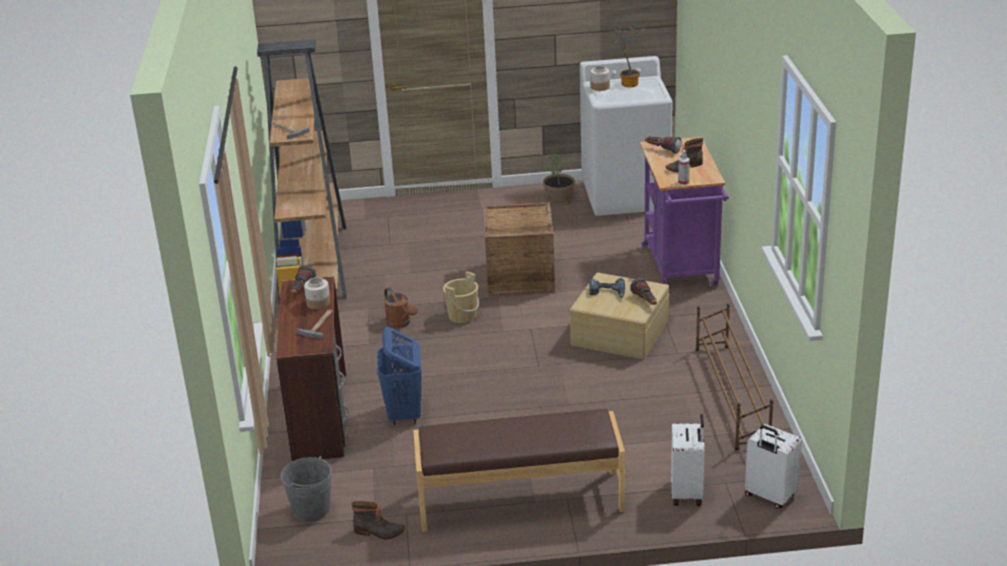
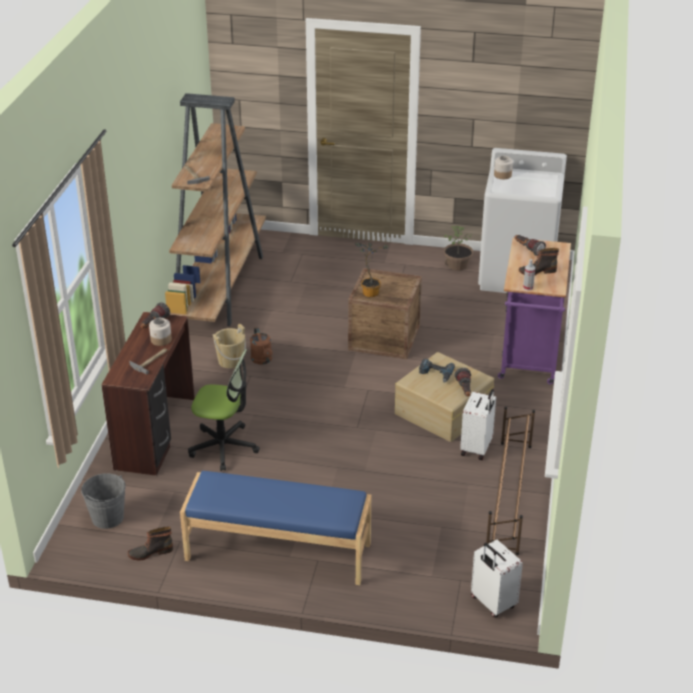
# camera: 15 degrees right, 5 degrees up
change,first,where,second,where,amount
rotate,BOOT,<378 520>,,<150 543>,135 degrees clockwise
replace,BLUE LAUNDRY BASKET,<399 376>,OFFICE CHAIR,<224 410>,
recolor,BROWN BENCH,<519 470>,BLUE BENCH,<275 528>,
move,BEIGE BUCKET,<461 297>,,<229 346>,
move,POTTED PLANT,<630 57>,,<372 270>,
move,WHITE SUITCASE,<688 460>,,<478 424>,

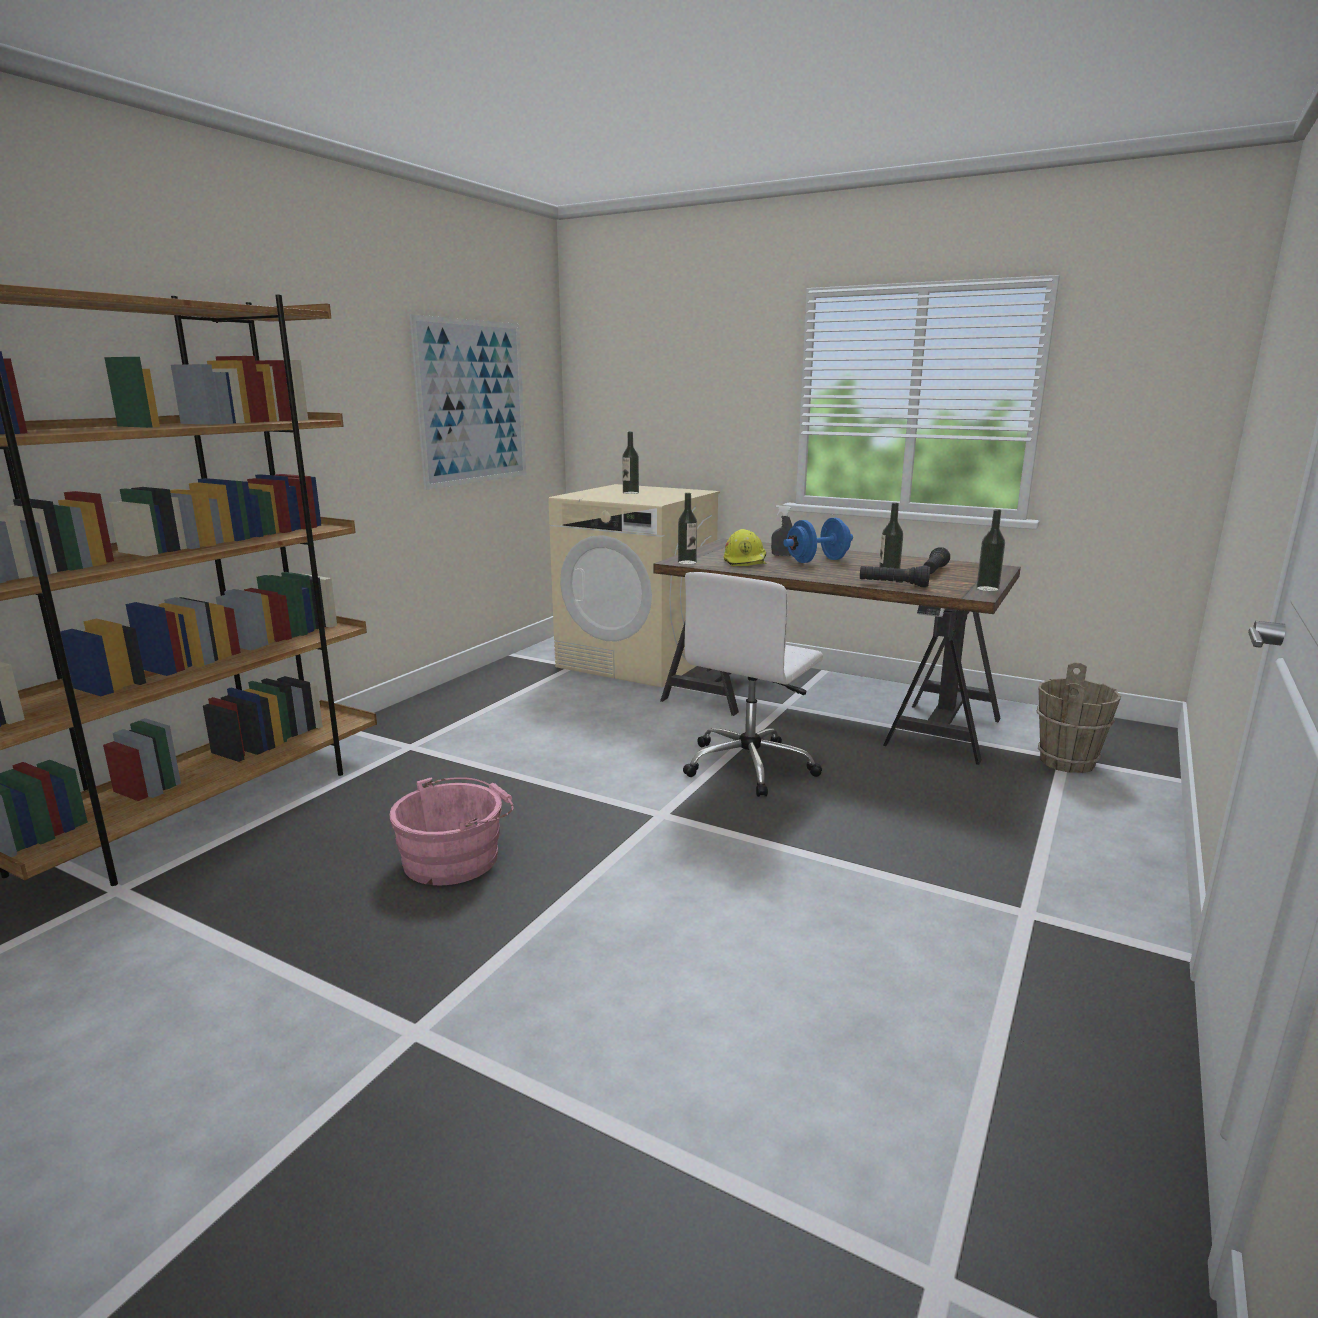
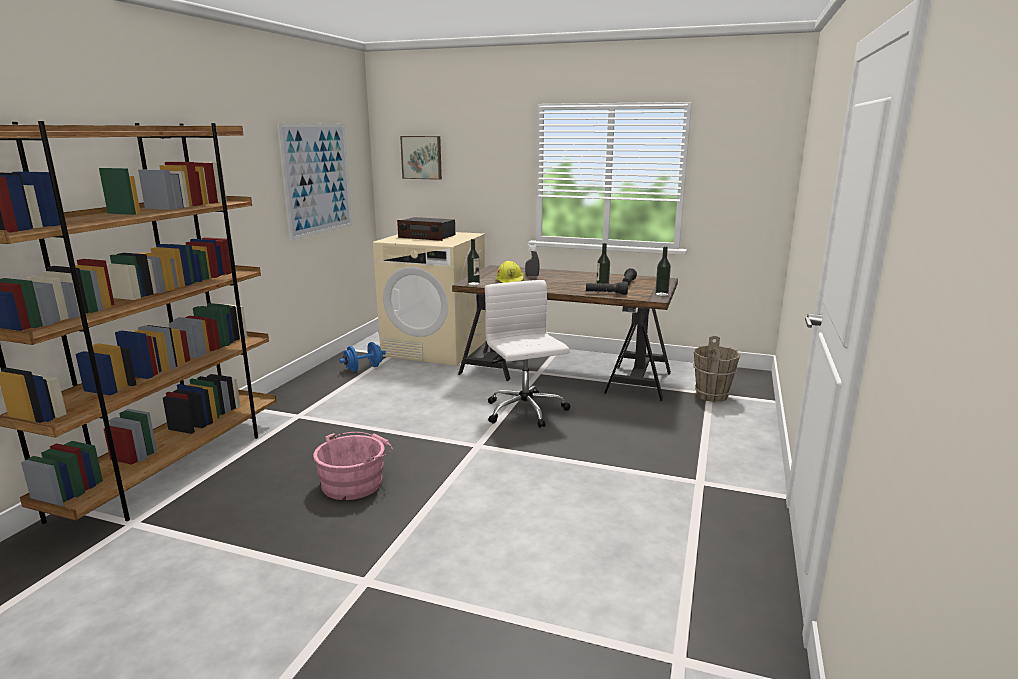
# camera: 10 degrees left, 0 degrees up
change,first,where,second,where,amount
replace,BOTTLE,<630 463>,RADIO,<426 229>,
rotate,WHITE OFFICE CHAIR,<753 684>,,<528 354>,135 degrees clockwise
move,BLUE DUMBBELL,<818 540>,,<362 357>,
insert,,,PICTURE,<421 158>,

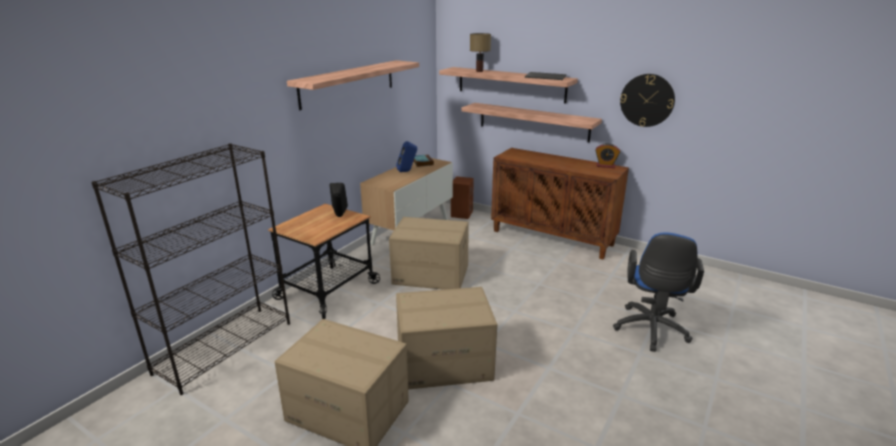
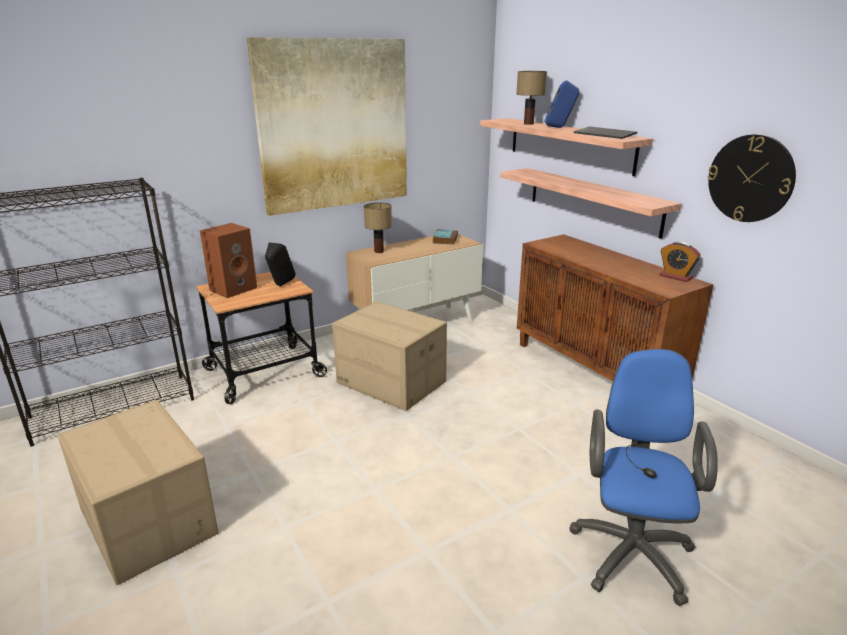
# camera: 25 degrees right, 0 degrees up
change,first,where,second,where,amount
replace,SHELF,<353 85>,PICTURE,<326 126>,
move,BLUE SPEAKER,<406 156>,,<562 104>,
delete,CARDBOARD BOX,<446 338>,,,
move,BROWN SPEAKER,<462 197>,,<228 260>,
rotate,BLUE OFFICE CHAIR,<658 292>,,<643 477>,150 degrees clockwise
insert,,,TABLE LAMP,<378 228>,

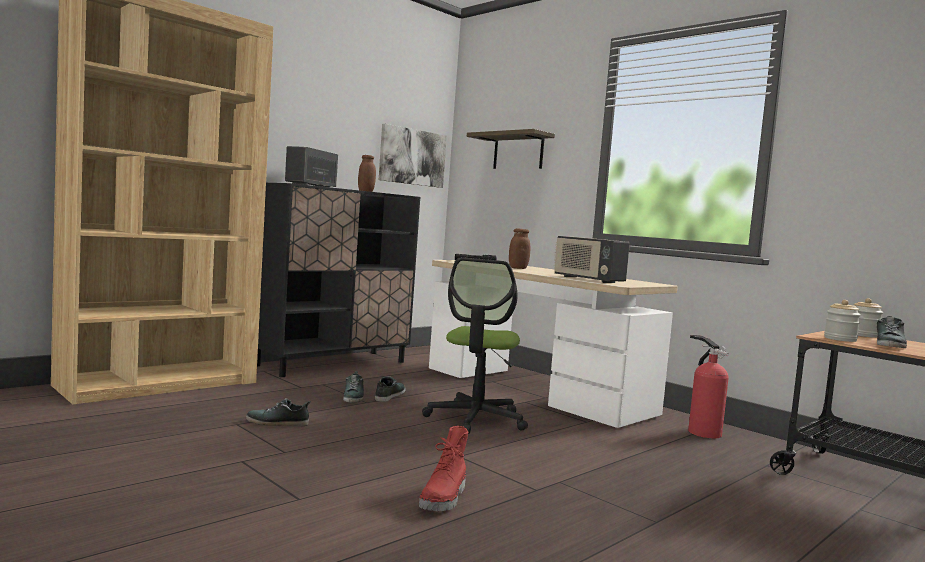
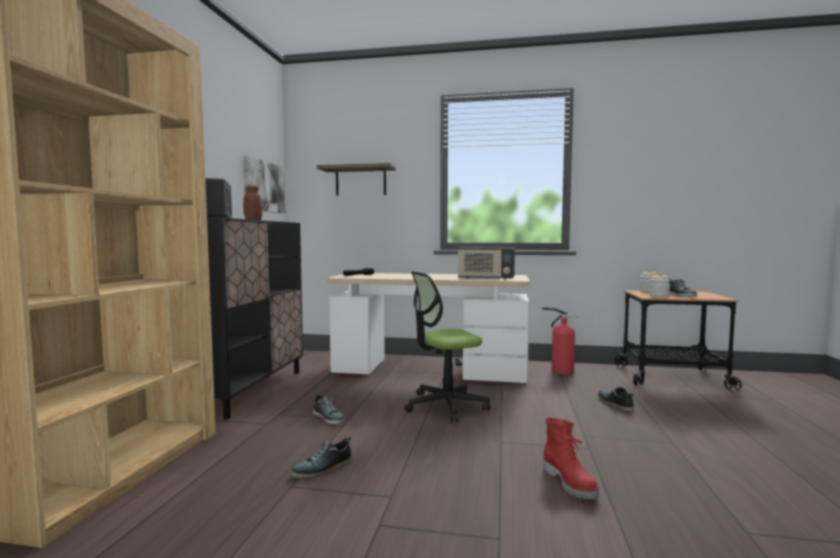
# camera: 35 degrees left, 0 degrees up
change,first,where,second,where,amount
move,SHOE,<390 389>,,<616 399>,
rotate,OFFICE CHAIR,<475 345>,,<447 347>,90 degrees clockwise
delete,BROWN JAR,<519 248>,,,

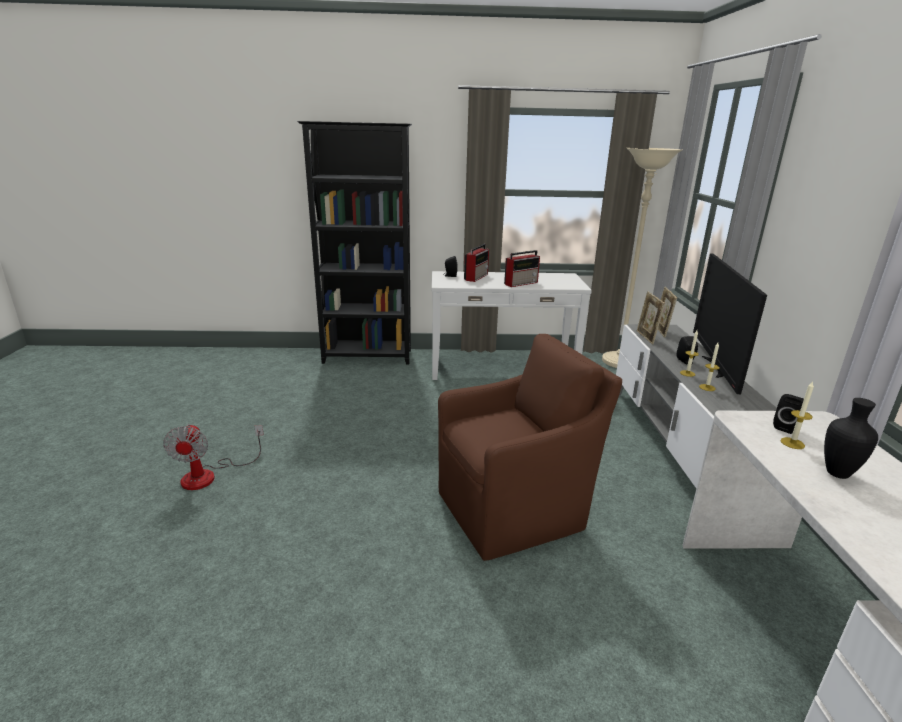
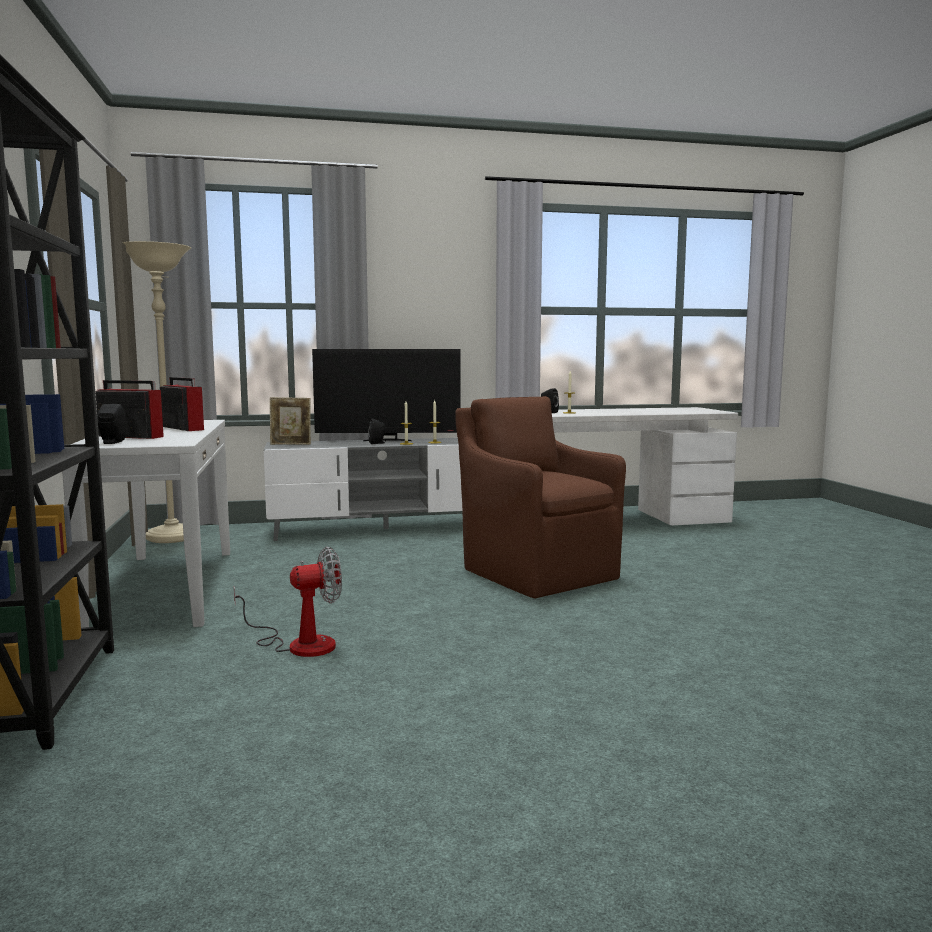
# camera: 100 degrees left, 15 degrees down
change,first,where,second,where,amount
move,FAN,<213 457>,,<288 602>,
delete,PICTURE FRAME,<651 317>,,,
delete,BLACK VASE,<851 438>,,,

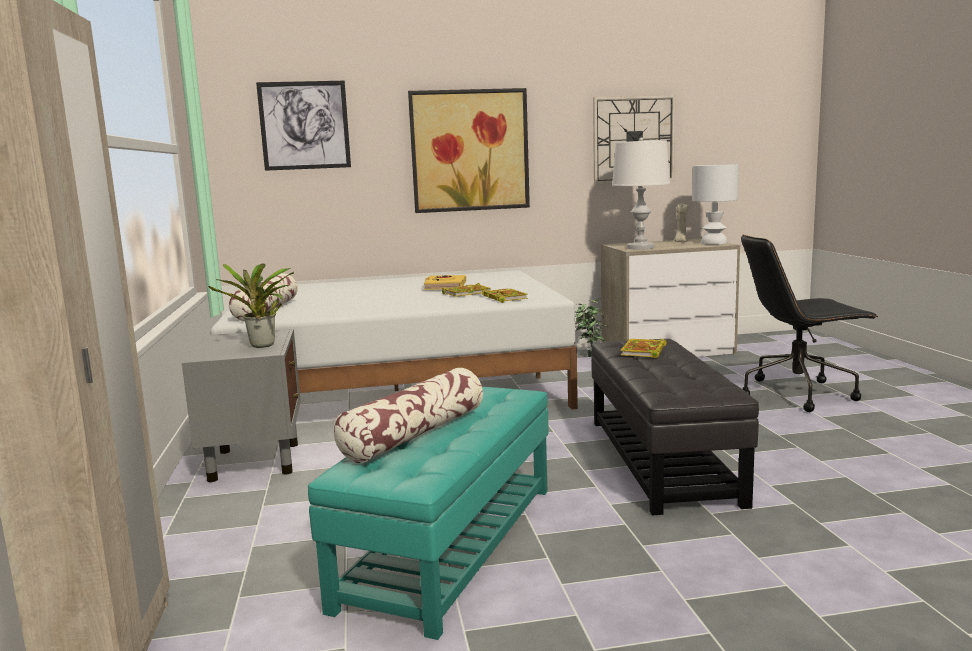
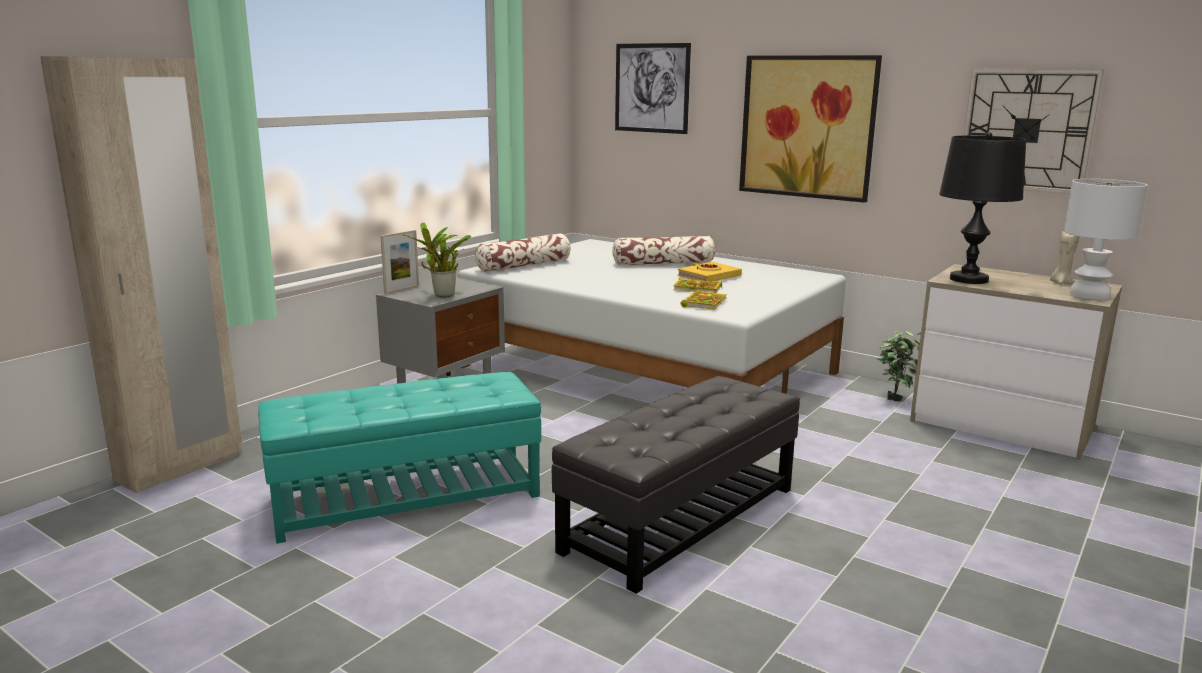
# camera: 45 degrees right, 5 degrees up
change,first,where,second,where,amount
move,PILLOW,<408 415>,,<663 250>,
recolor,WHITE TABLE LAMP,<641 193>,BLACK TABLE LAMP,<982 208>,
delete,BOOK,<643 348>,,,
delete,BLACK OFFICE CHAIR,<809 323>,,,
insert,,,PICTURE FRAME,<399 262>,

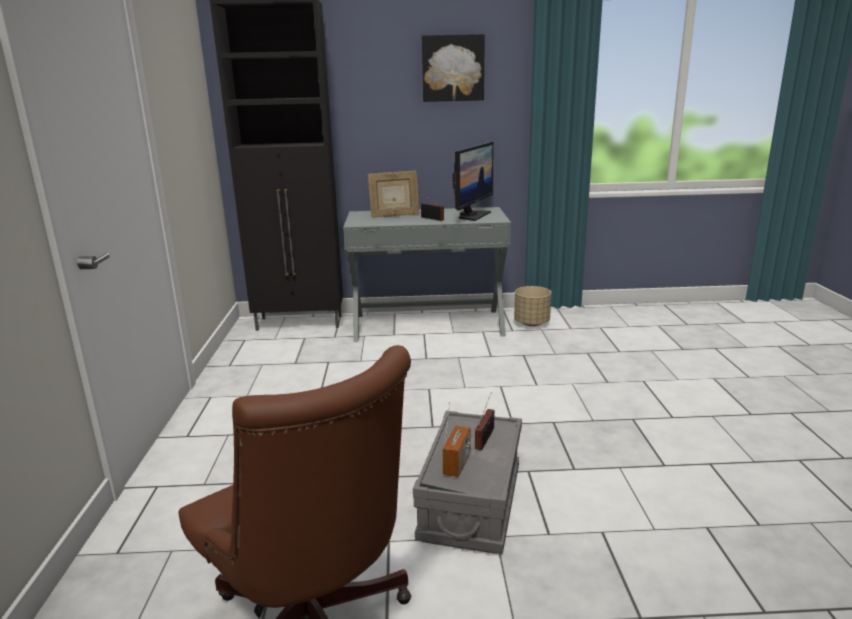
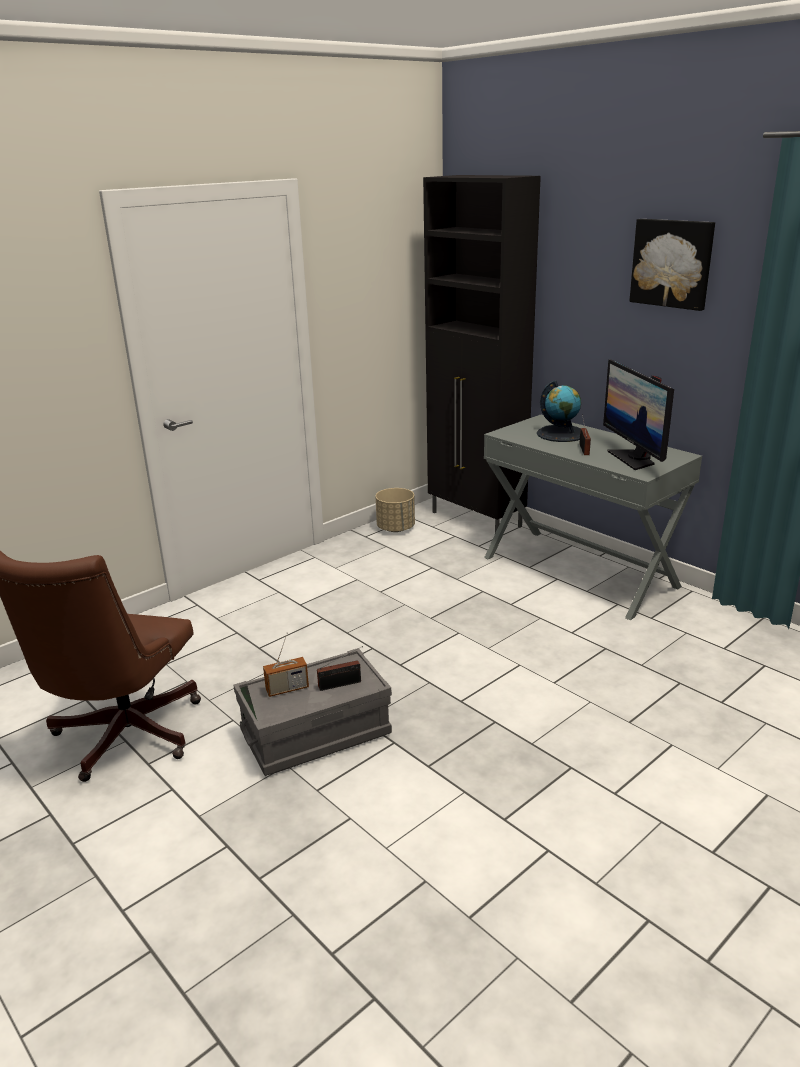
# camera: 50 degrees right, 5 degrees up
change,first,where,second,where,amount
replace,PICTURE FRAME,<394 194>,GLOBE,<559 411>,
rotate,MONITOR,<473 181>,,<638 414>,90 degrees clockwise
move,BEIGE PLANTER,<532 306>,,<395 510>,

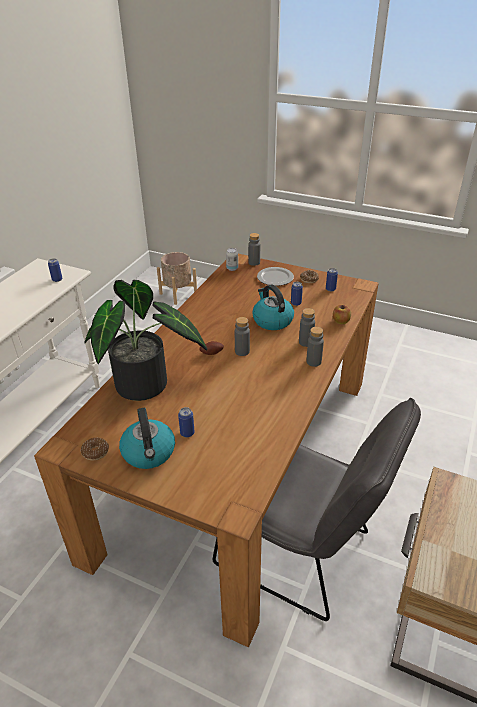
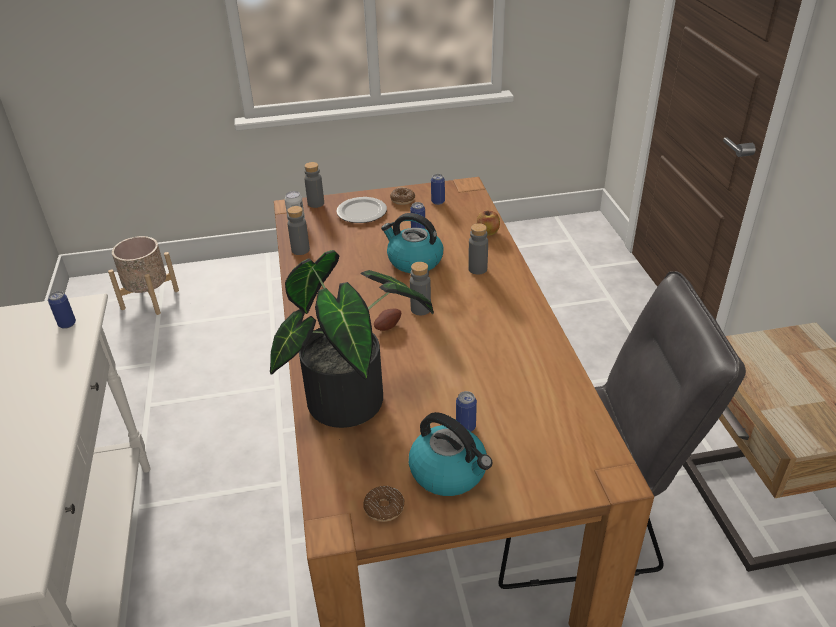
# camera: 35 degrees left, 0 degrees up
change,first,where,second,where,amount
move,GREY BOTTLE,<315 347>,,<298 230>,

